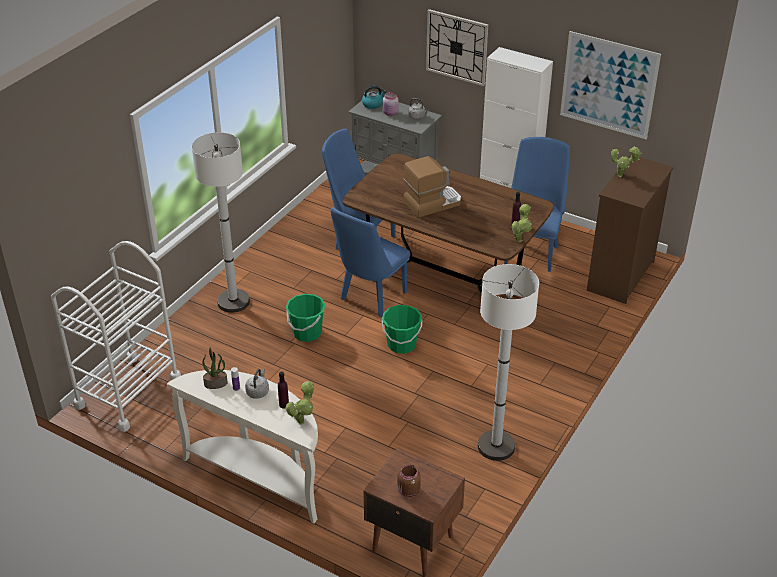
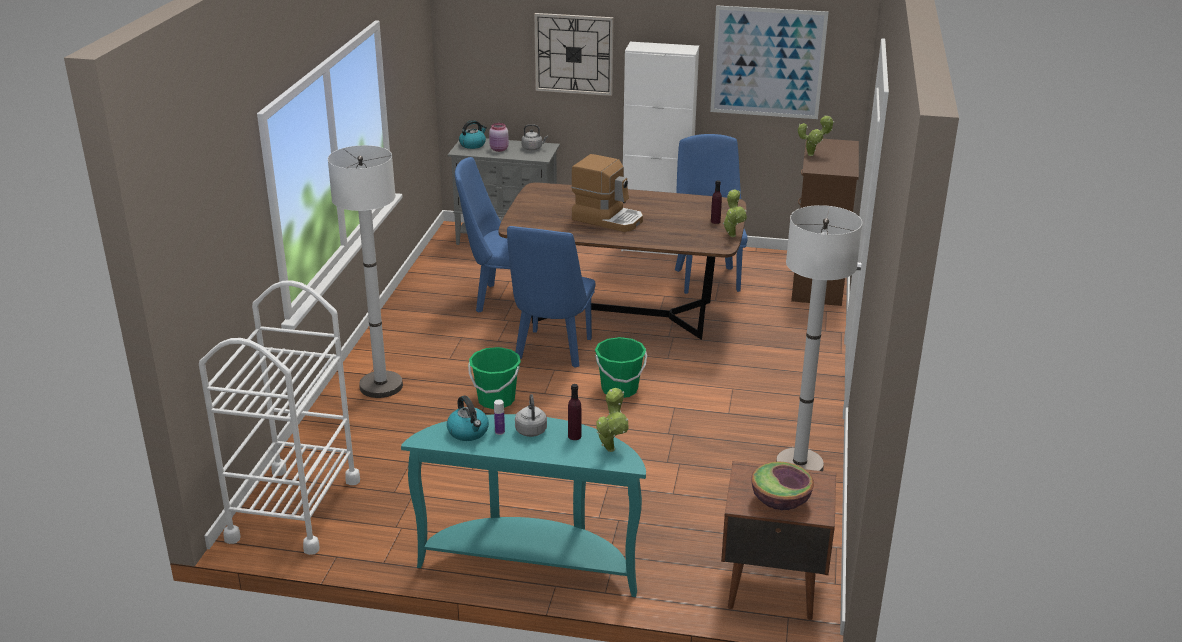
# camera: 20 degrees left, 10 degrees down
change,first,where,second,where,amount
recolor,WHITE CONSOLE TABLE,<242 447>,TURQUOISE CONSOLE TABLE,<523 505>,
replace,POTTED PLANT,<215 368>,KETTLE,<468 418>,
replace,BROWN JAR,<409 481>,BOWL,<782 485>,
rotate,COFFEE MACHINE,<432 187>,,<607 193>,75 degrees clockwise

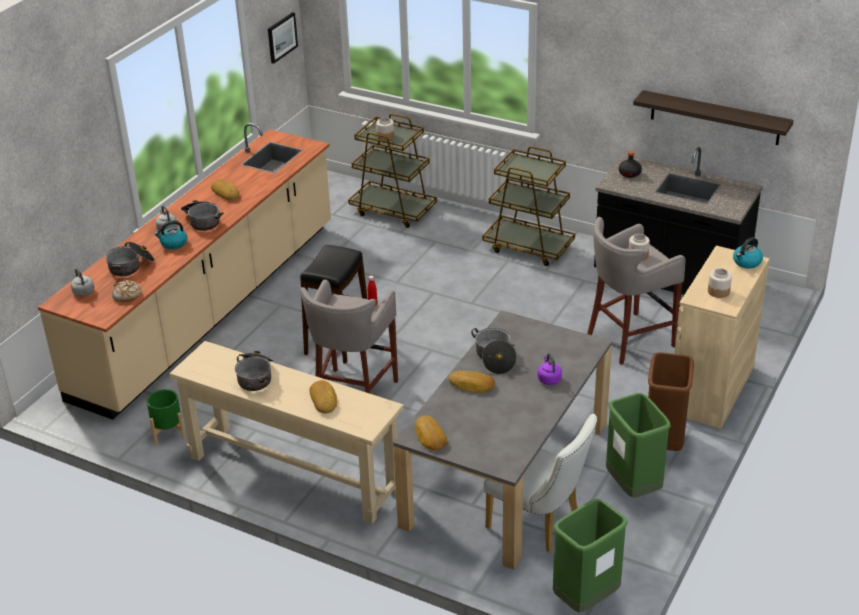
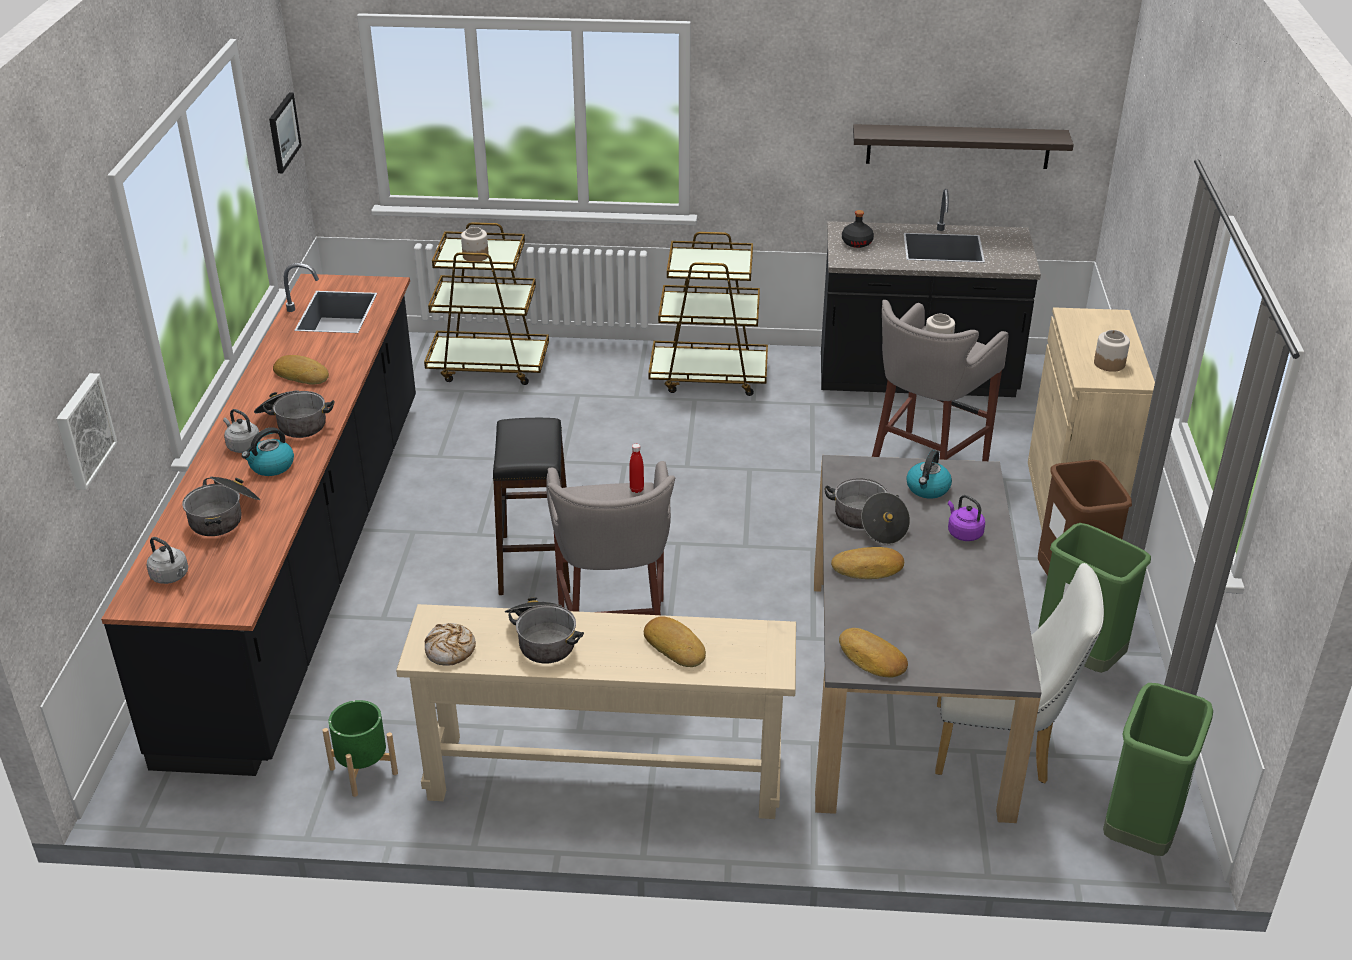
# camera: 25 degrees left, 0 degrees up
change,first,where,second,where,amount
recolor,BEIGE COUNTER,<184 271>,BLACK COUNTER,<258 519>,
move,BREAD,<126 291>,,<450 644>,
move,KETTLE,<748 253>,,<929 474>,
insert,,,PICTURE,<86 431>,

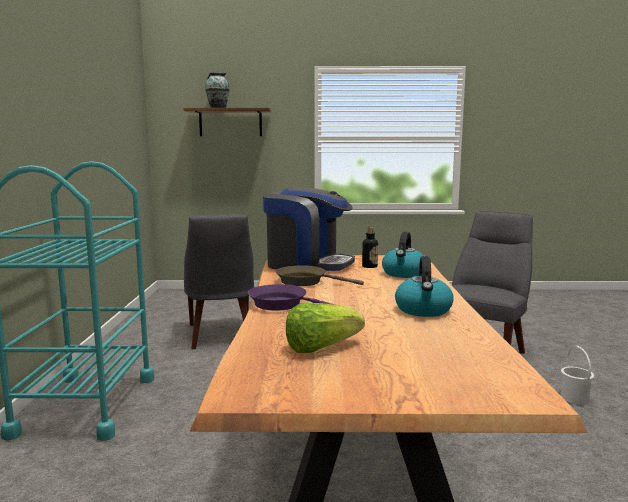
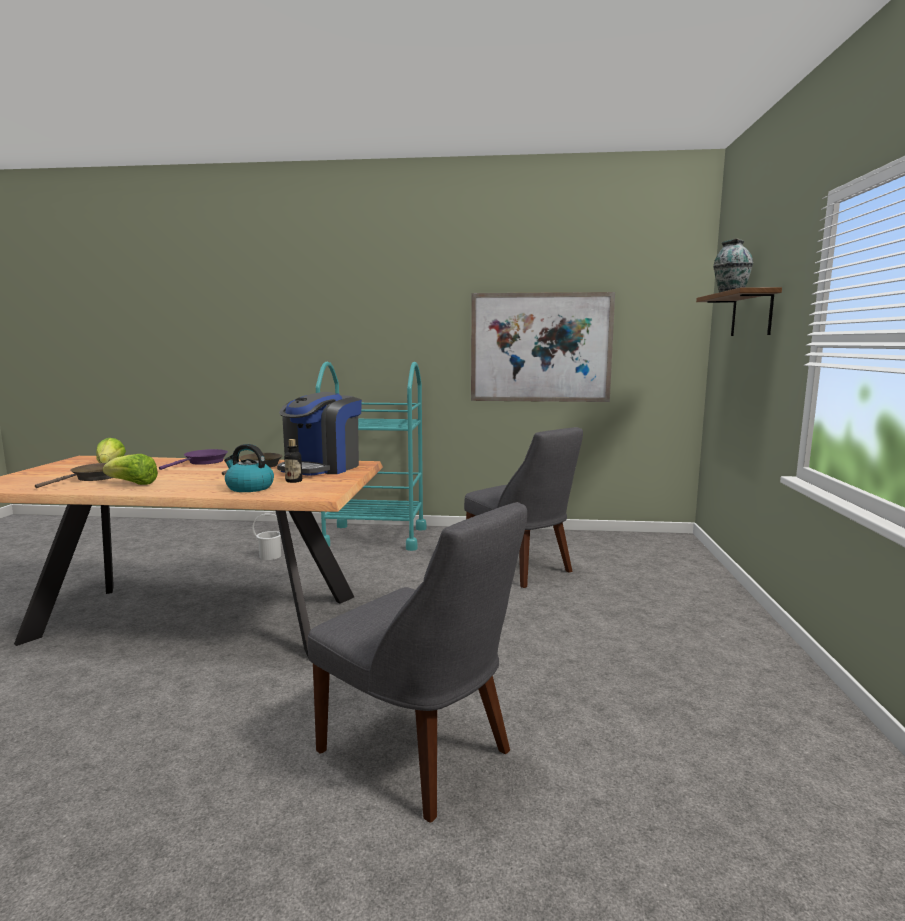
# camera: 95 degrees right, 0 degrees up
change,first,where,second,where,amount
rotate,GREY CHAIR,<219 281>,,<523 507>,120 degrees counterclockwise
replace,KETTLE,<424 286>,LETTUCE,<130 469>,
move,WHITE BUCKET,<577 375>,,<266 536>,
insert,,,BROWN FRYING PAN,<74 475>,
insert,,,PICTURE,<543 347>,

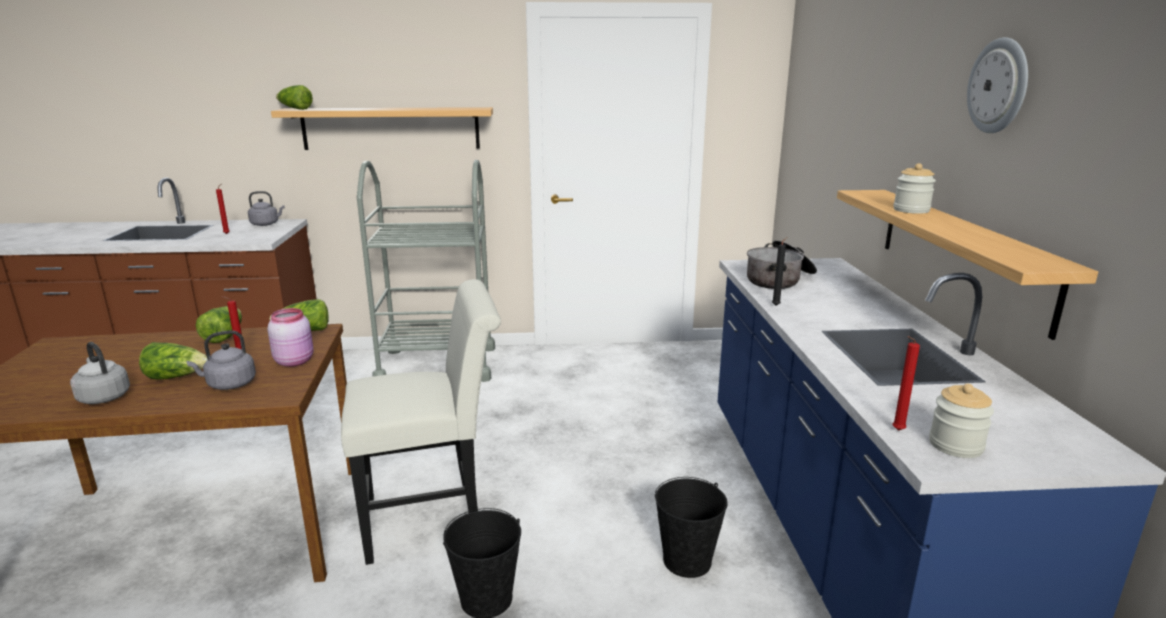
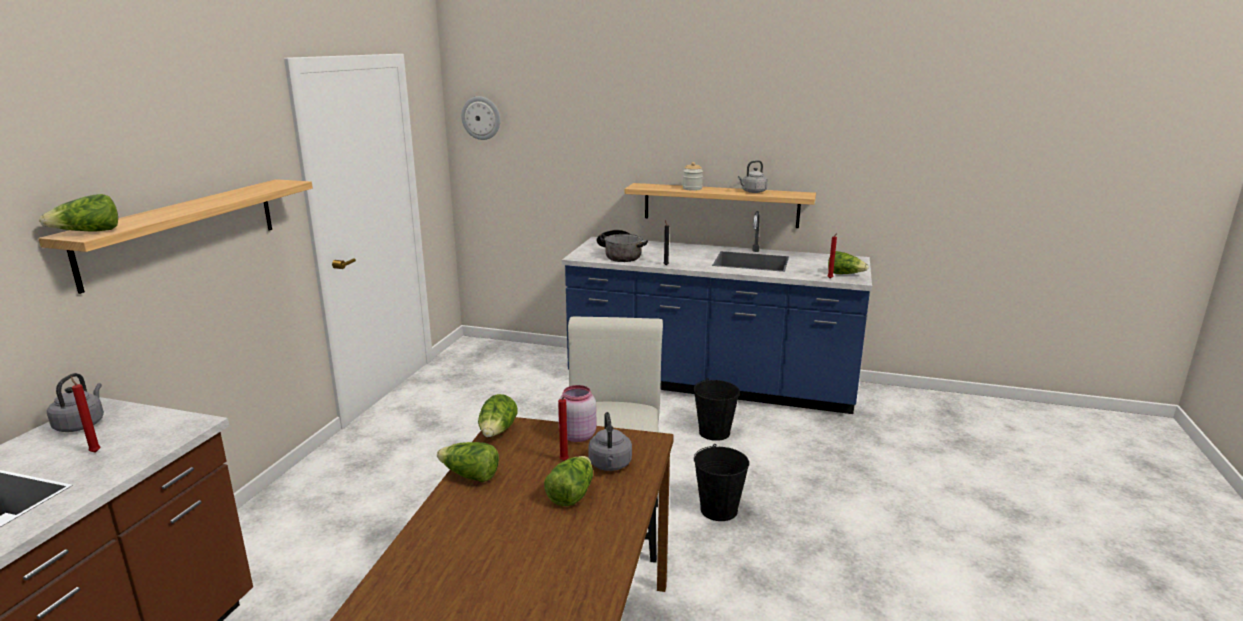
# camera: 70 degrees left, 0 degrees up
change,first,where,second,where,amount
move,GREY KETTLE,<100 373>,,<753 176>,
delete,GREY CART,<426 271>,,,
replace,JAR,<961 421>,LETTUCE,<848 262>,
move,WALL CLOCK,<997 85>,,<480 118>,

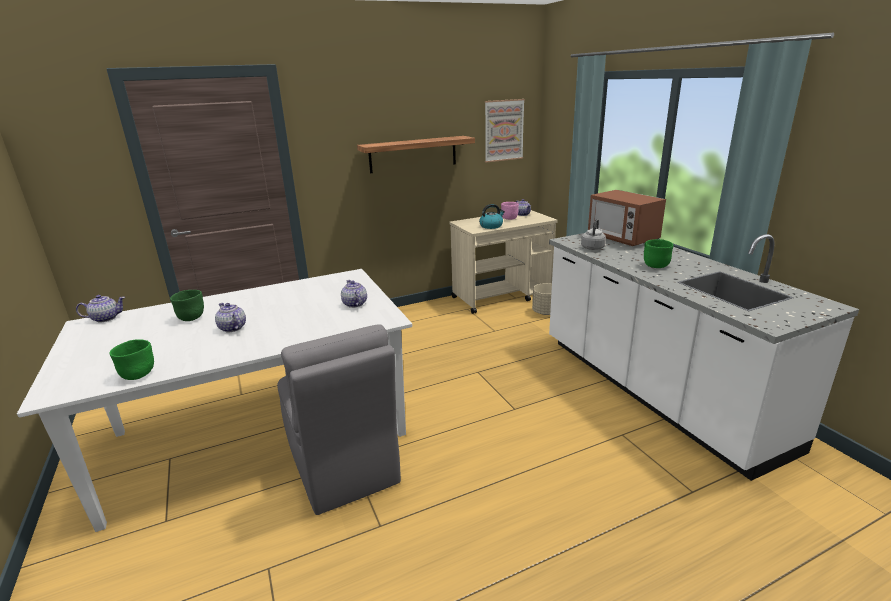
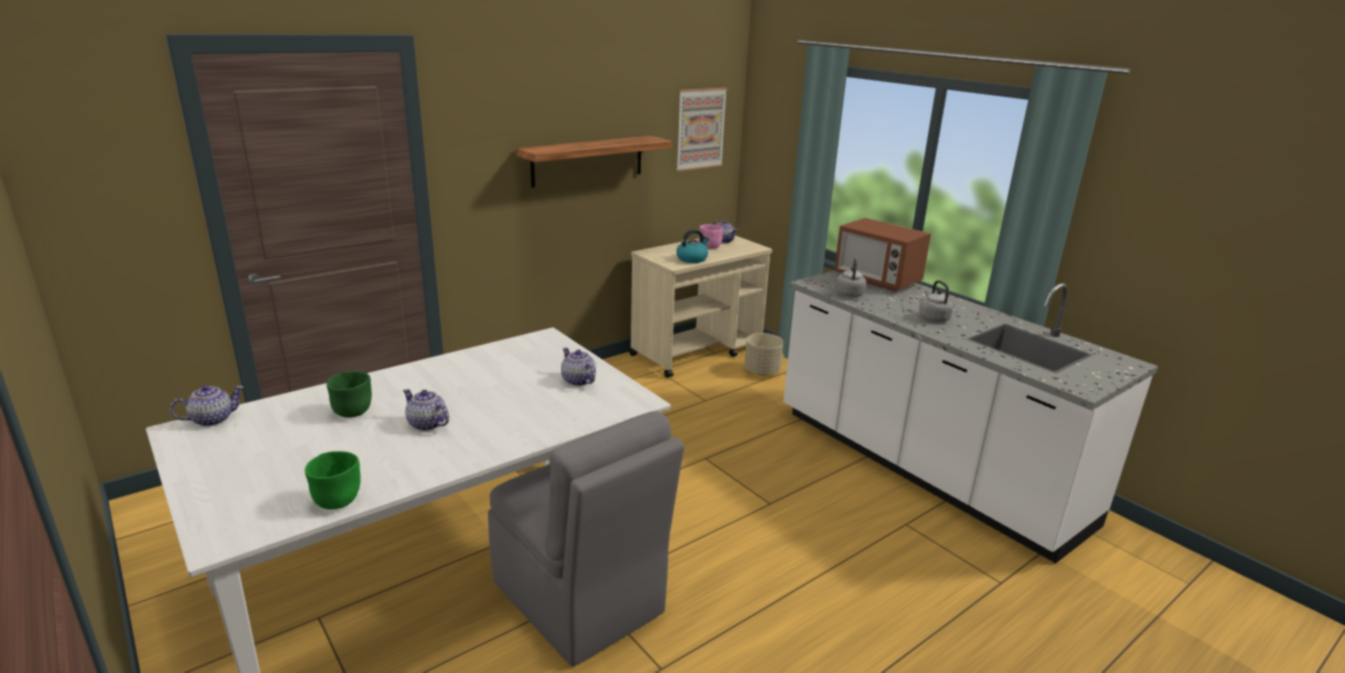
# camera: 15 degrees left, 0 degrees up
change,first,where,second,where,amount
replace,GREEN BOWL,<659 253>,GREY KETTLE,<936 301>,

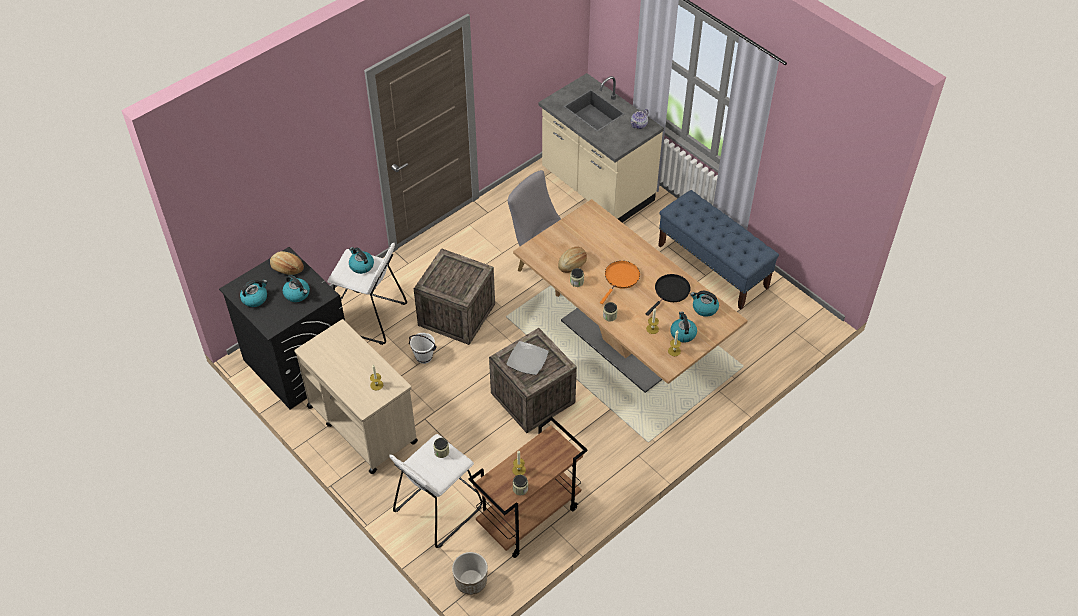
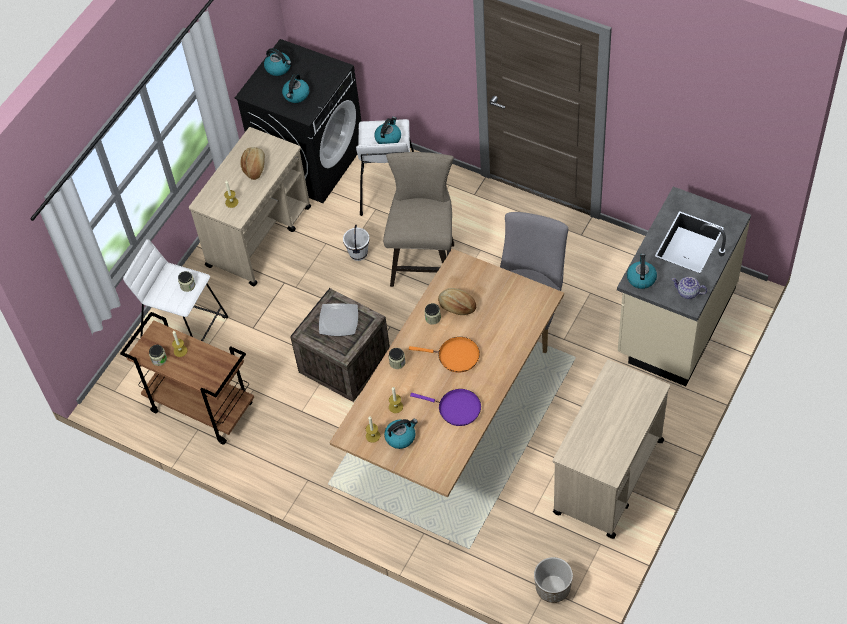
# camera: 75 degrees right, 5 degrees up
change,first,where,second,where,amount
move,BREAD,<287 263>,,<252 163>,
replace,CRATE,<454 296>,BEIGE STOOL,<418 219>,
move,PLANTER,<470 573>,,<553 580>,
recolor,BLACK FRYING PAN,<668 295>,PURPLE FRYING PAN,<445 407>,
replace,BLUE BENCH,<718 250>,BEIGE CART,<611 449>,
move,KETTLE,<705 304>,,<642 271>,

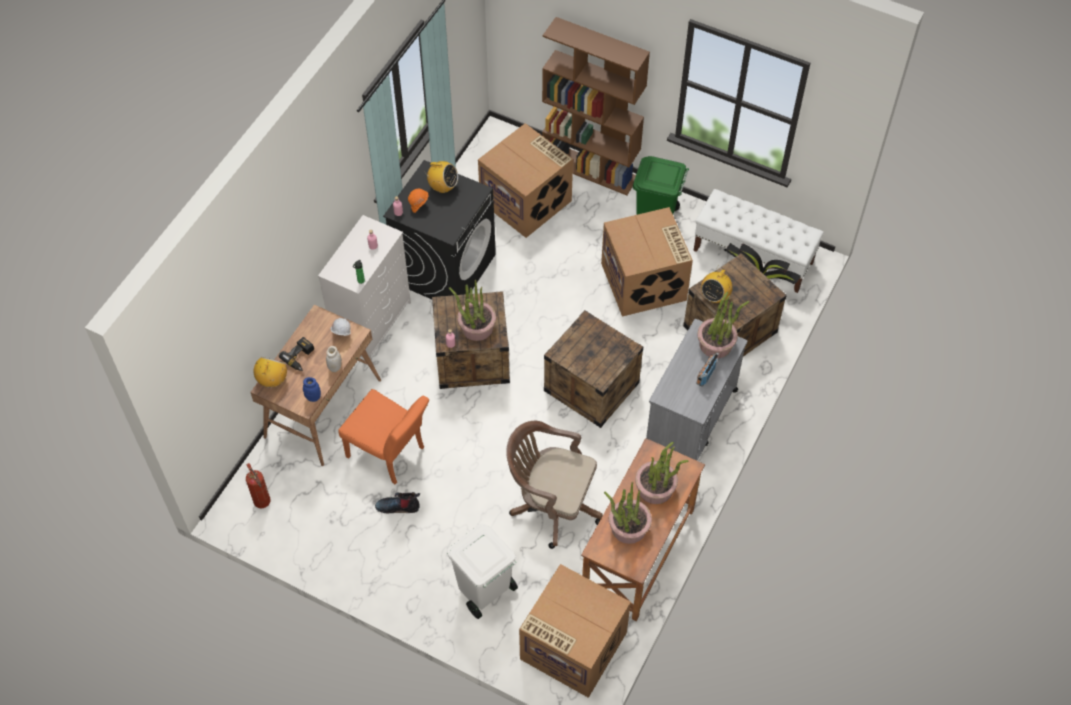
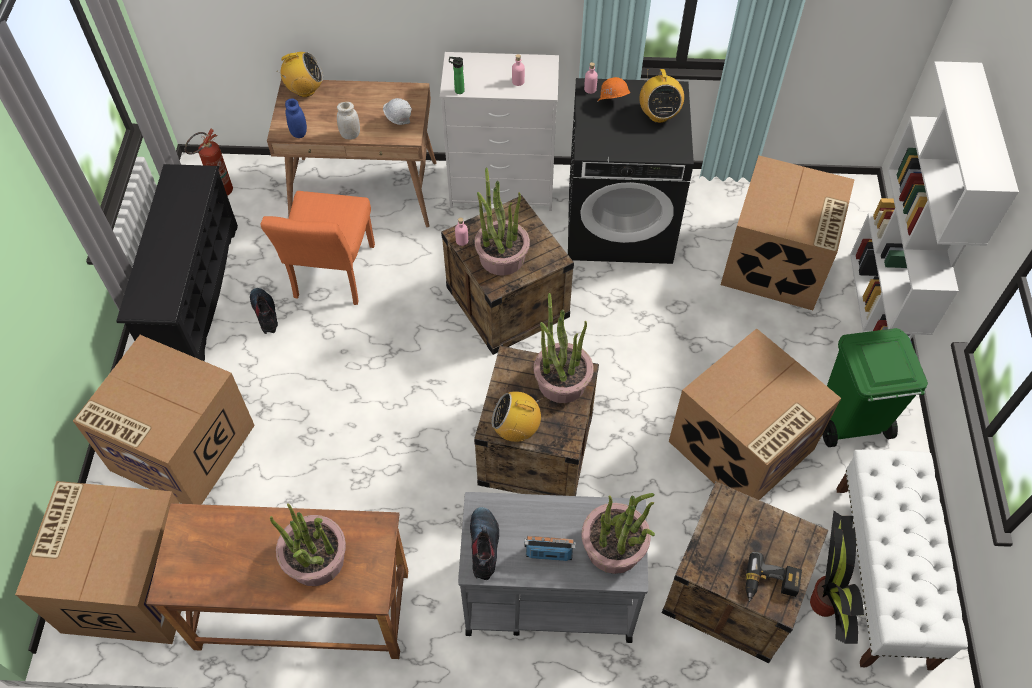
# camera: 65 degrees right, 0 degrees up
change,first,where,second,where,amount
move,POWER DRILL,<296 354>,,<773 577>,
replace,WHITE TRASH CAN,<482 571>,CARDBOARD BOX,<164 420>,
delete,BROWN OFFICE CHAIR,<554 485>,,,
recolor,BROWN BOOKCASE,<596 106>,WHITE BOOKCASE,<934 202>,
move,POTTED PLANT,<628 512>,,<564 348>,
move,RADIO,<717 286>,,<518 416>,
insert,,,BLACK SHOE RACK,<177 262>,
insert,,,BOOT,<484 543>,

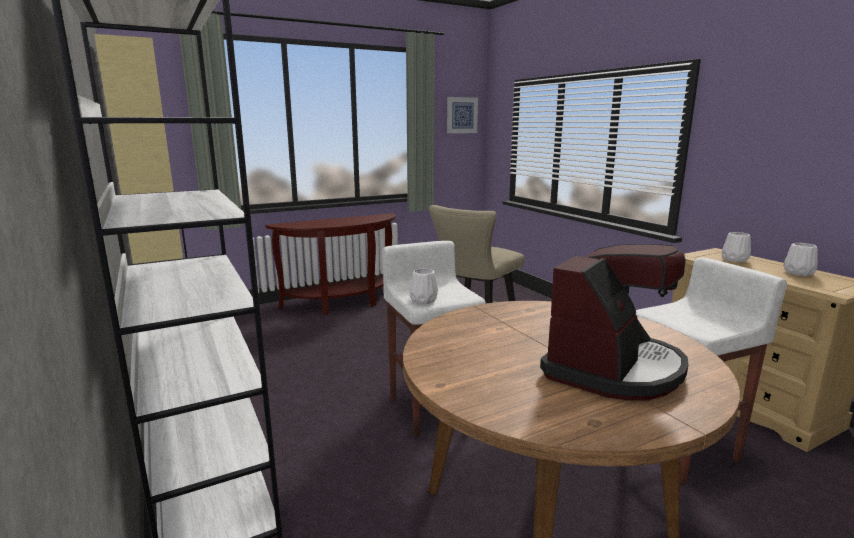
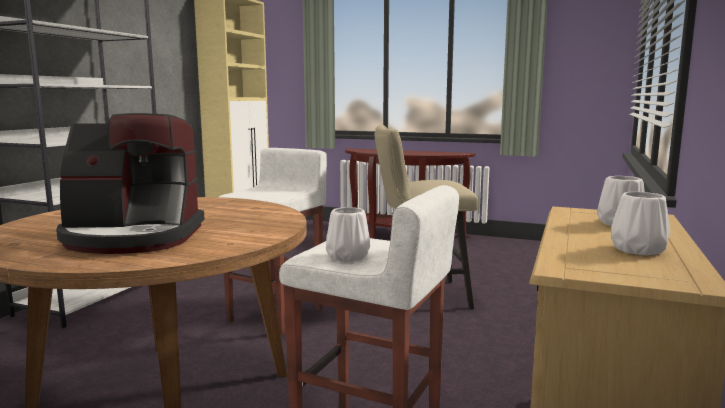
# camera: 50 degrees right, 5 degrees down
change,first,where,second,where,amount
move,WHITE VASE,<423 286>,,<348 234>,
delete,PICTURE,<462 115>,,,

